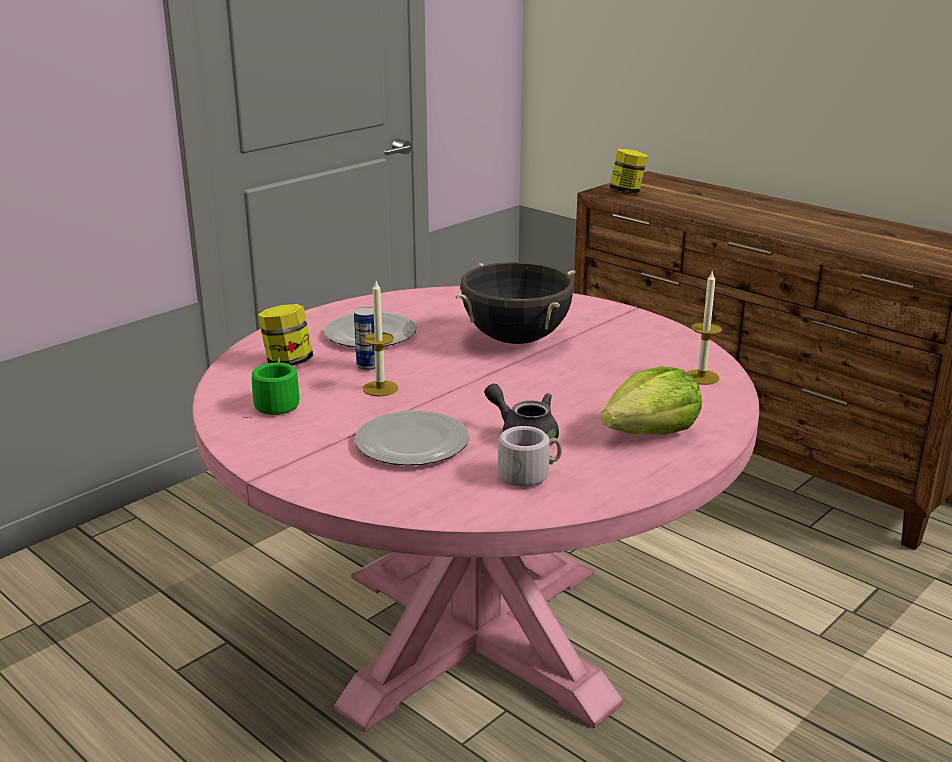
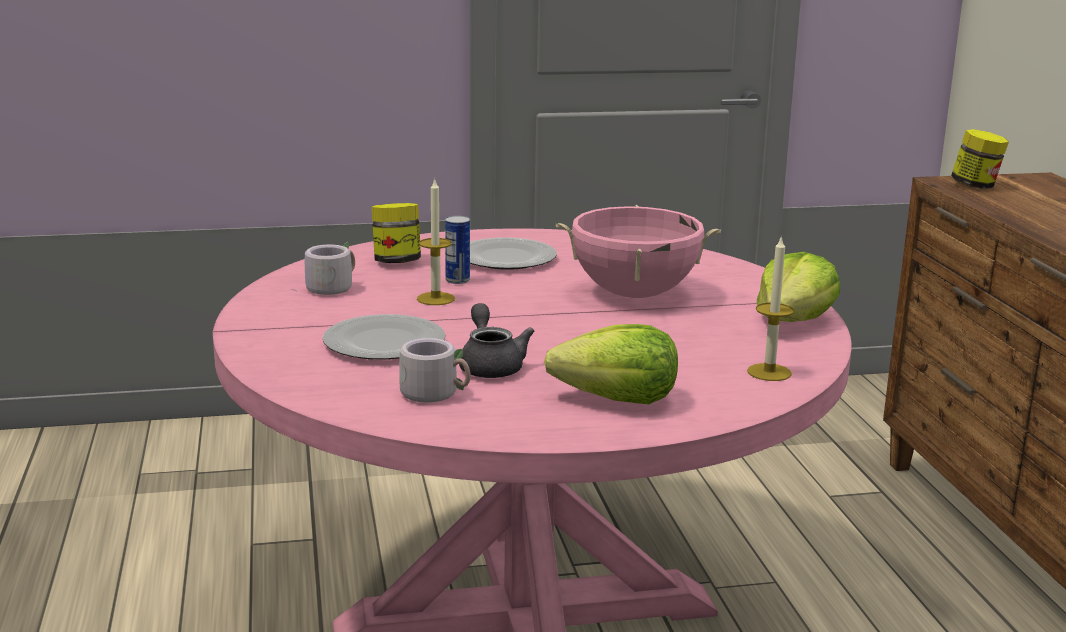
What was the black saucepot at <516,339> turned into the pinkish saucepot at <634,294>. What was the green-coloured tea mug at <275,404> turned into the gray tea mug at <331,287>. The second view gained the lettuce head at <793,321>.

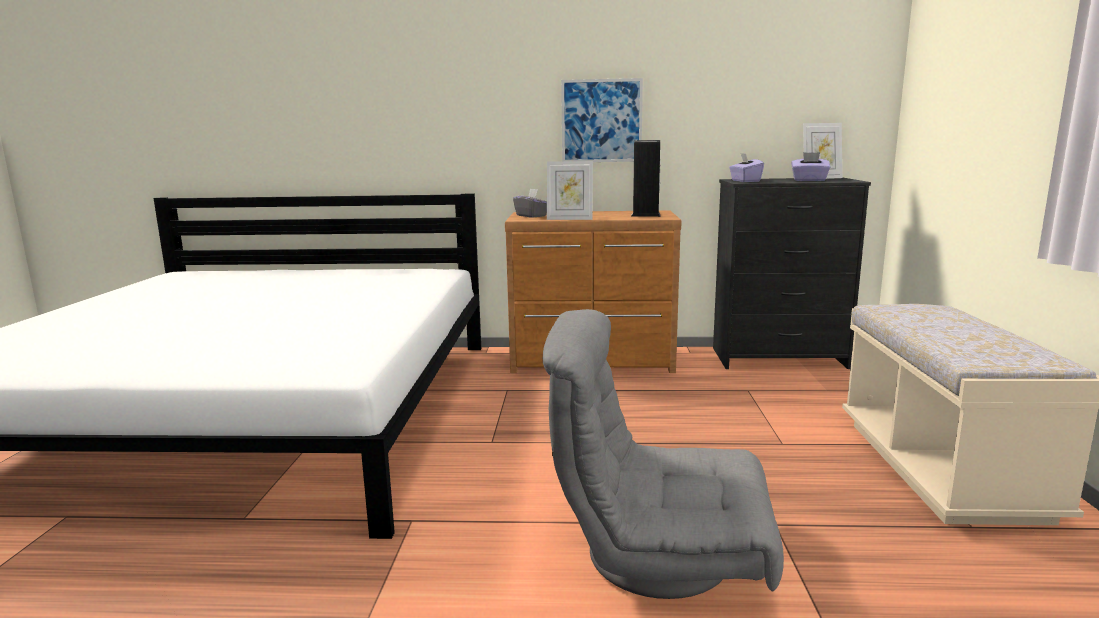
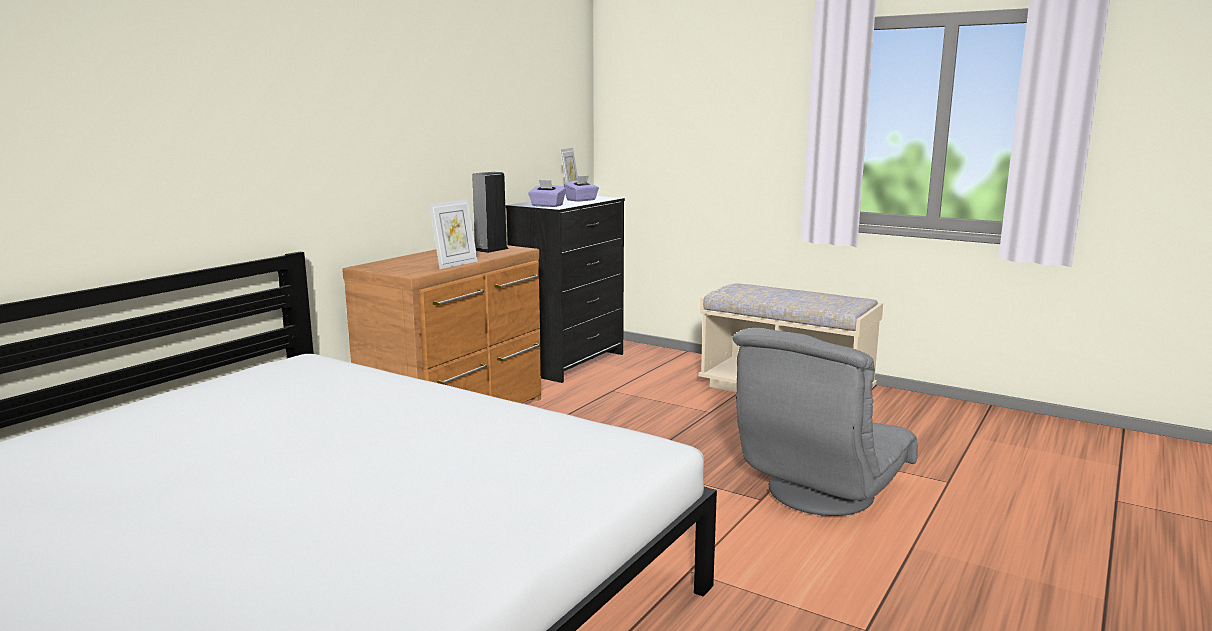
The second view lost the wall picture at <601,121>. The second view lost the gray box of tissues at <531,216>.

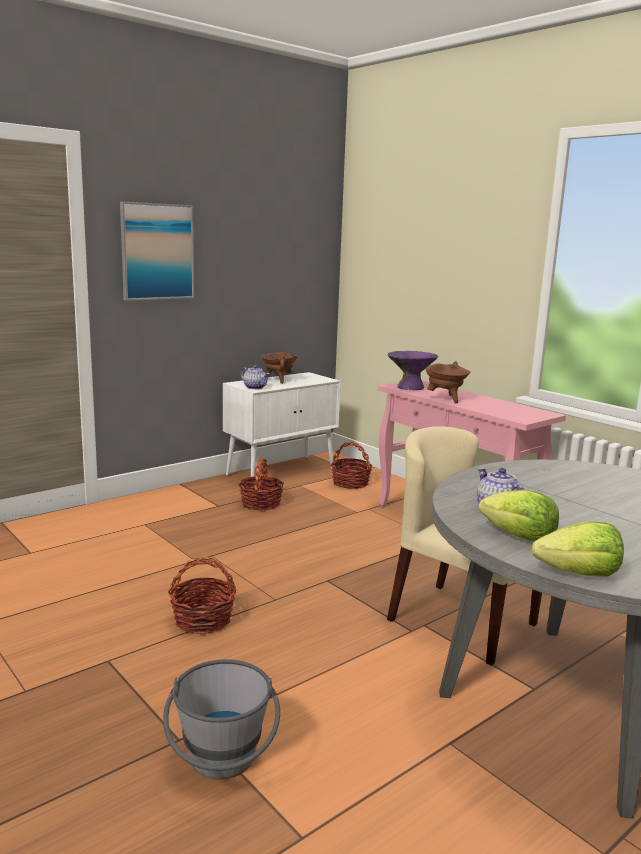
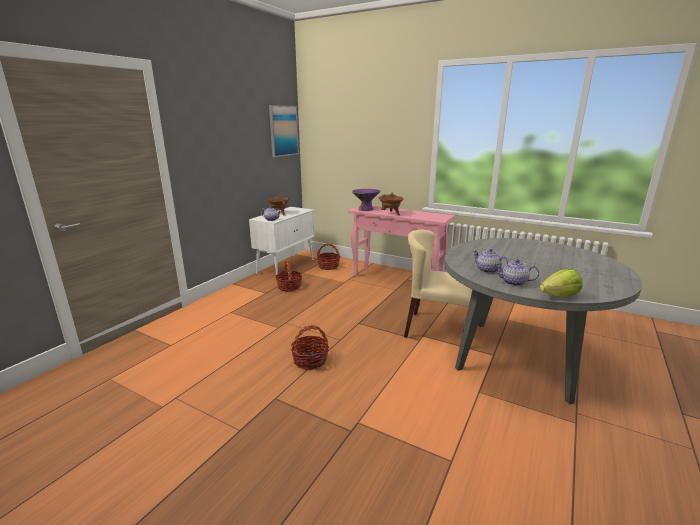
The wall picture ended up elsewhere, having gone from <157,251> to <283,130>. Where the lettuce head stood at <519,536>, the pot for tea came to stand at <513,282>. The second view lost the gray water bucket at <222,767>.

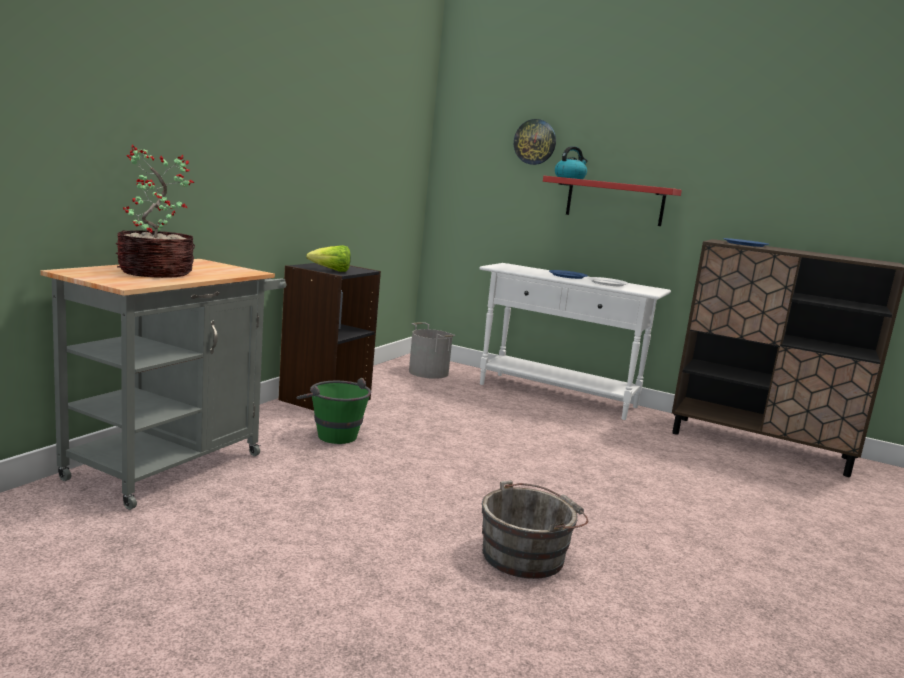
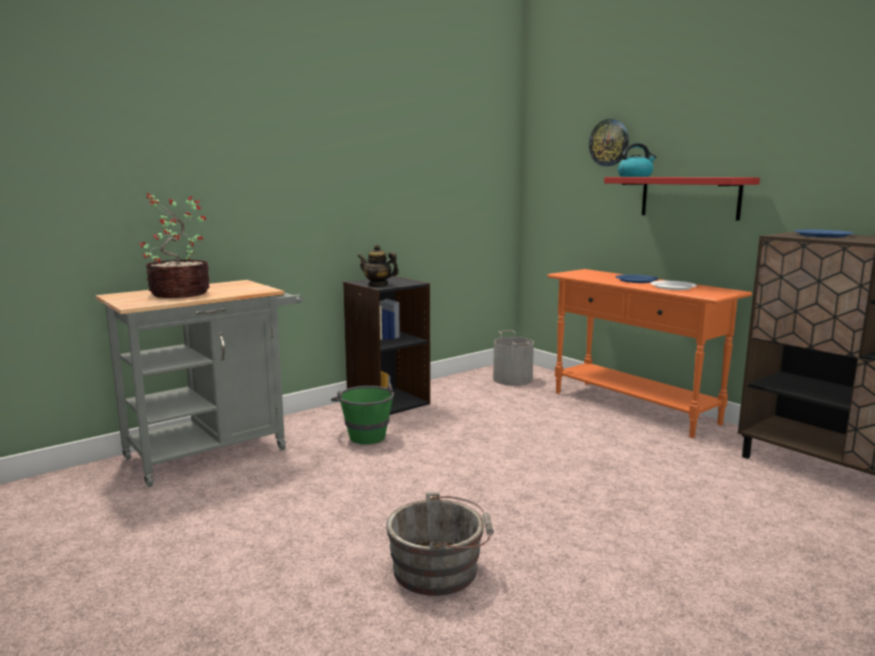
Where the lettuce head stood at <331,271>, the pot for tea came to stand at <378,285>. What was the white narrow table at <557,396> turned into the orange narrow table at <633,408>.

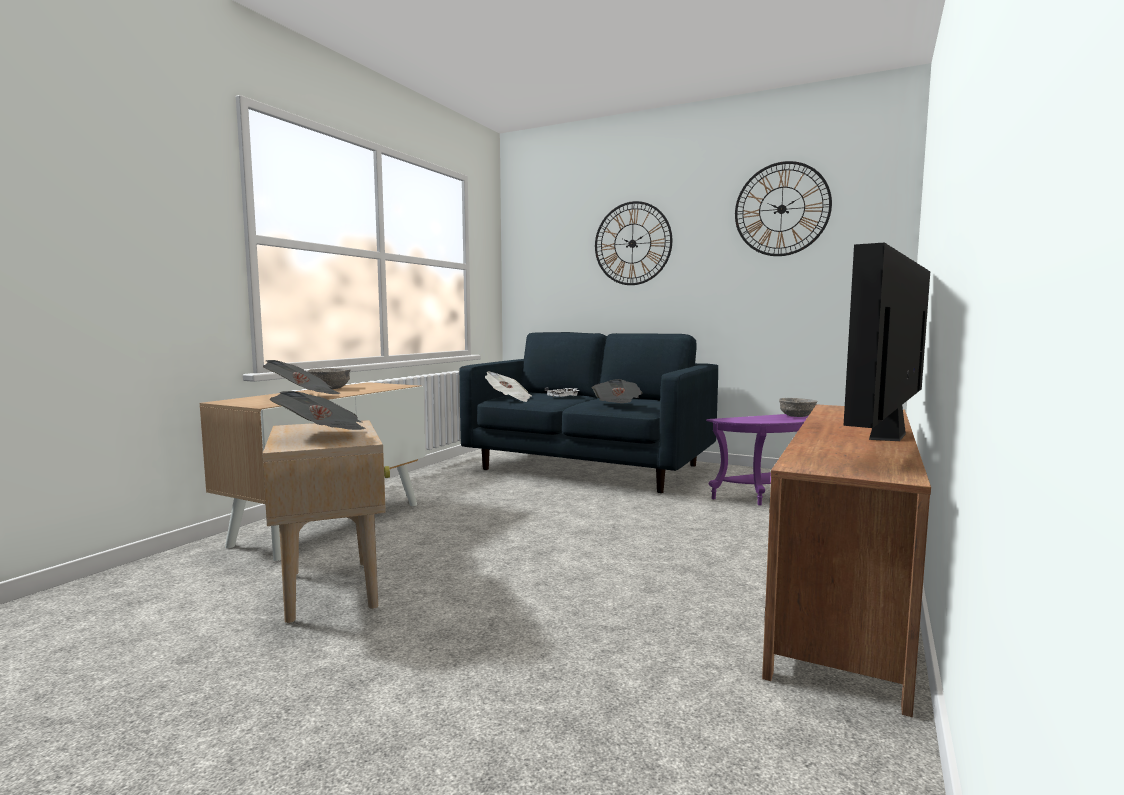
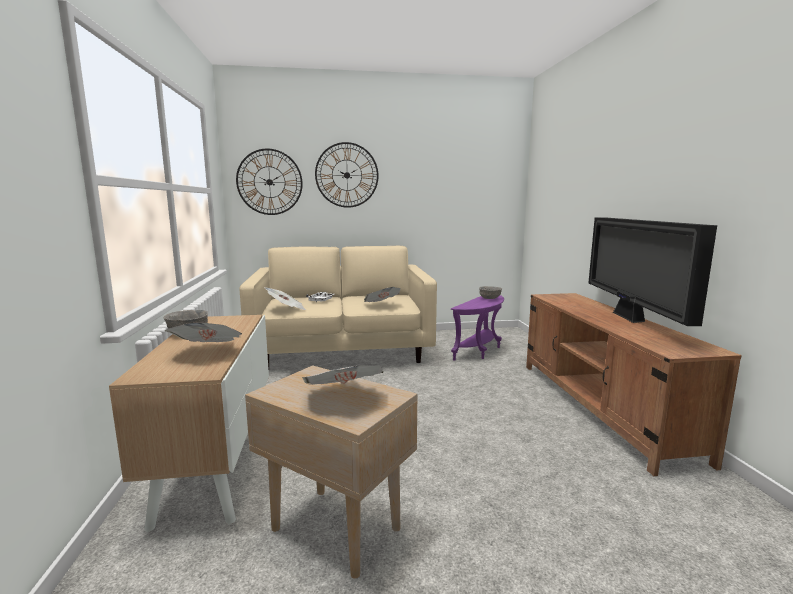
The clock on the wall ended up elsewhere, having gone from <781,209> to <269,182>. What was the blue-coloured couch at <589,467> turned into the beige couch at <342,351>.

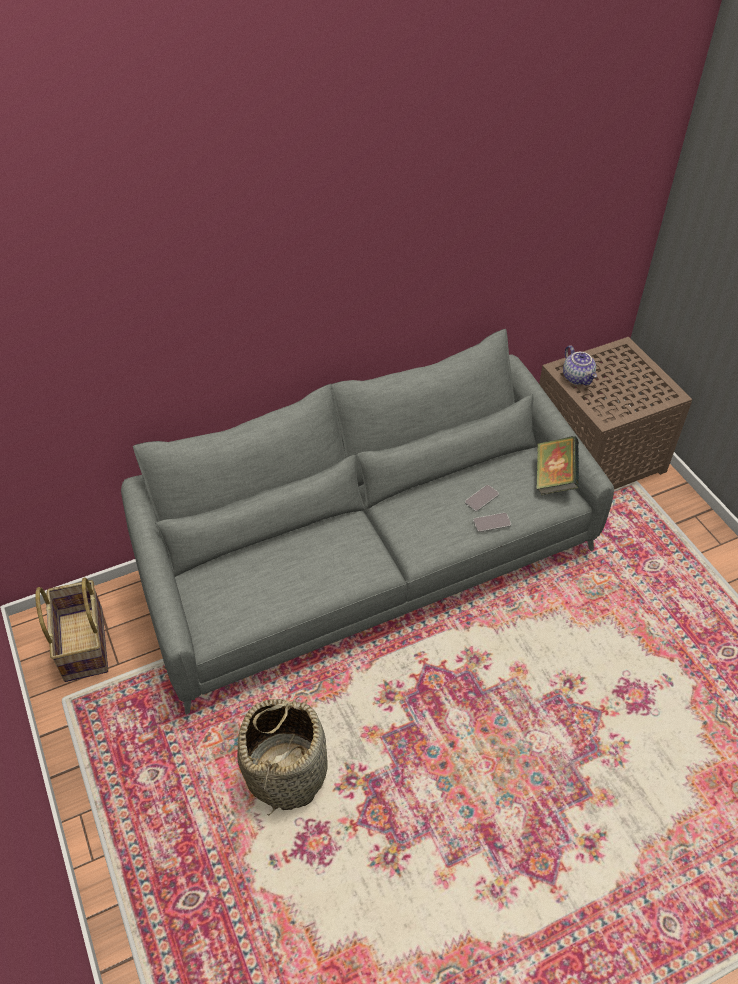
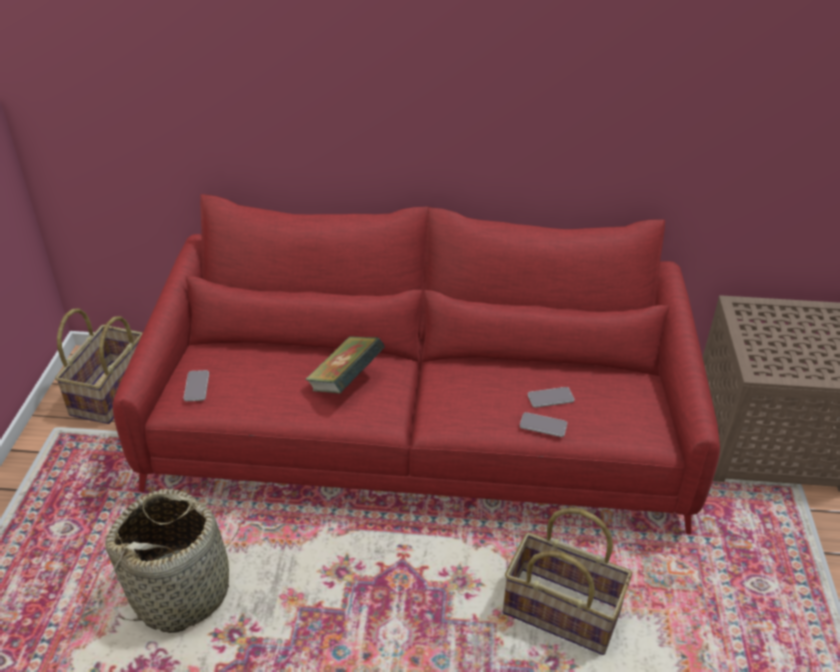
What was the gray couch at <368,566> turned into the red couch at <419,440>. The second view lost the pot for tea at <578,378>. The book ended up elsewhere, having gone from <554,478> to <346,381>. The second view gained the handset at <196,386>. The second view gained the storage basket at <562,611>.

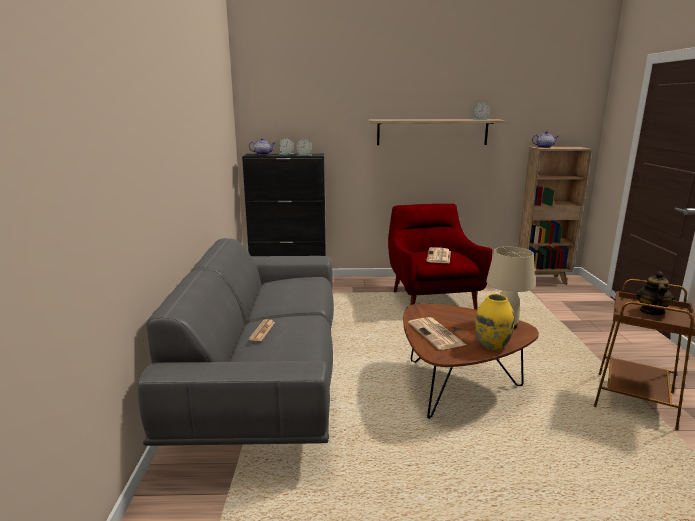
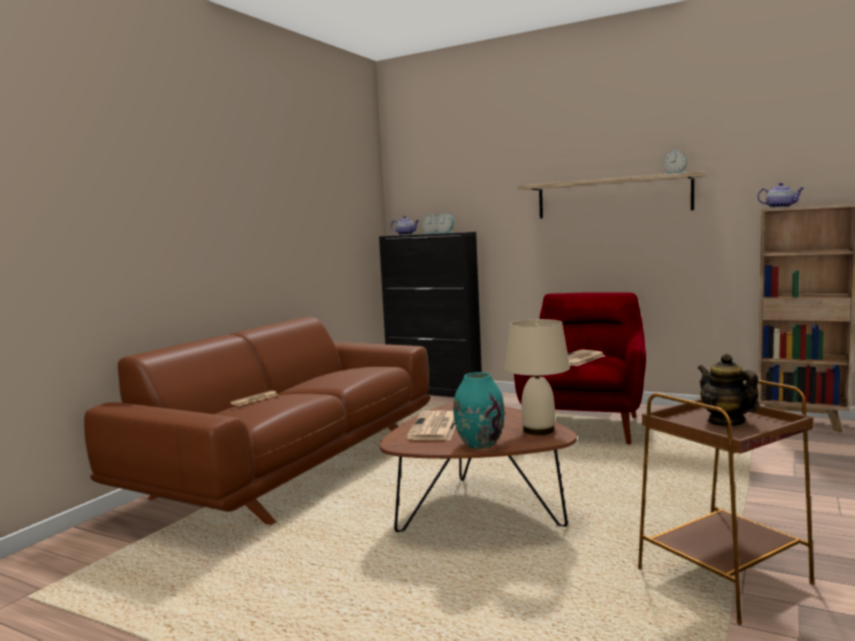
What was the gray couch at <265,376> turned into the brown-coloured couch at <291,466>. The pot for tea at <651,311> ended up facing another way, 75 degrees counterclockwise from before. What was the yellow-coloured vase at <491,345> turned into the turquoise-coloured vase at <480,444>.

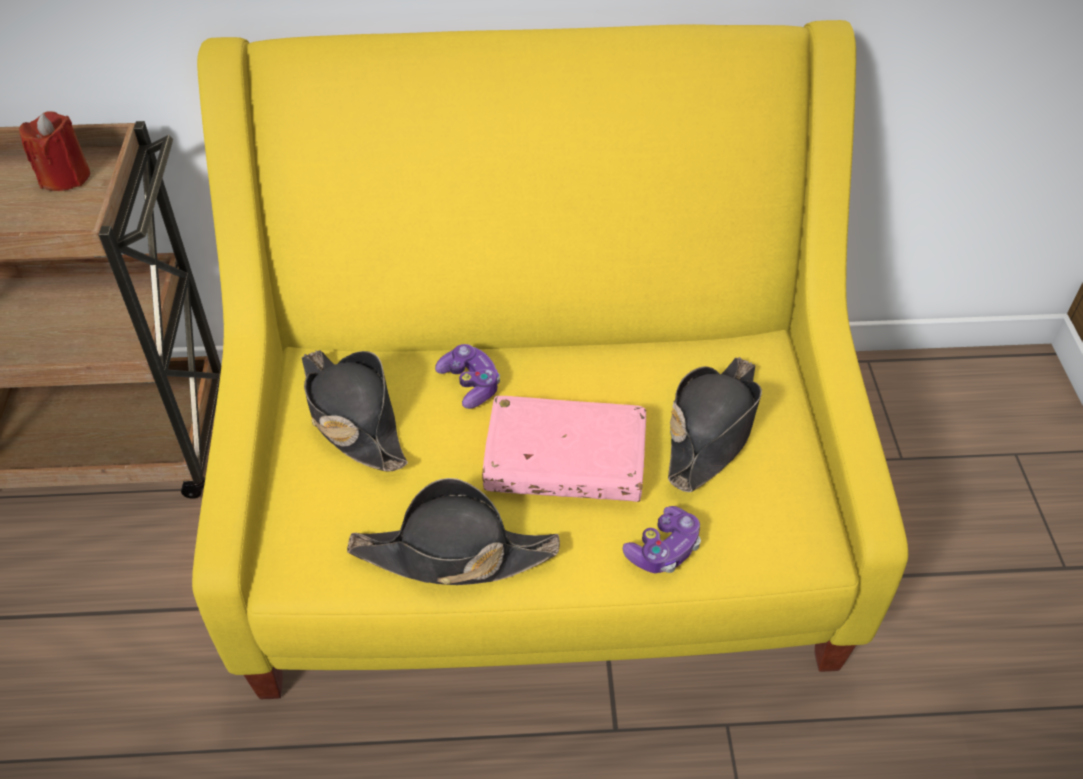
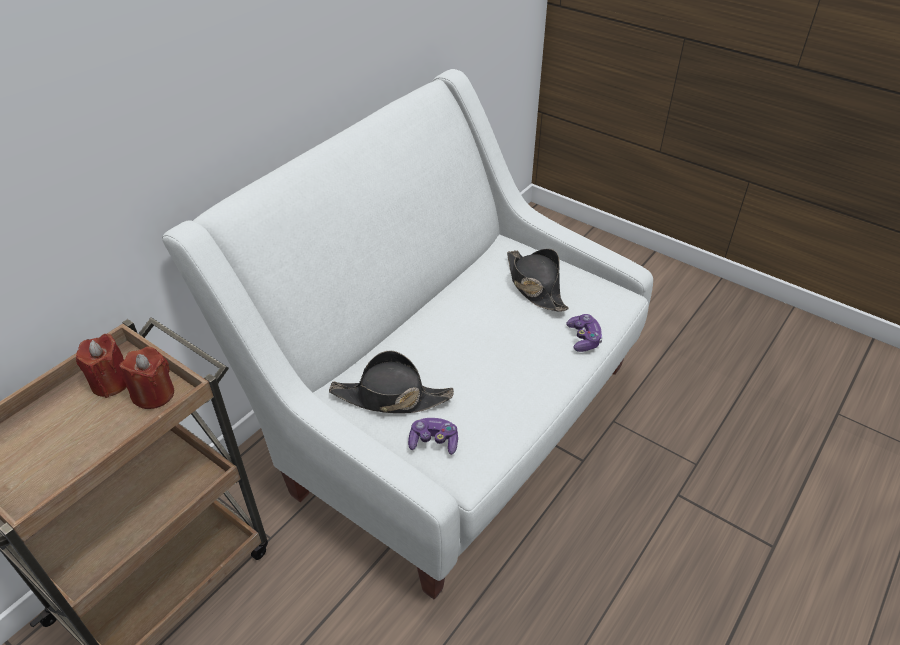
What was the yellow-coloured couch at <541,527> turned into the white couch at <448,416>. The gamepad ended up elsewhere, having gone from <470,384> to <434,442>. The second view lost the pinkish book at <565,461>. The second view lost the black hat at <453,554>. The second view gained the red wax light at <154,394>.

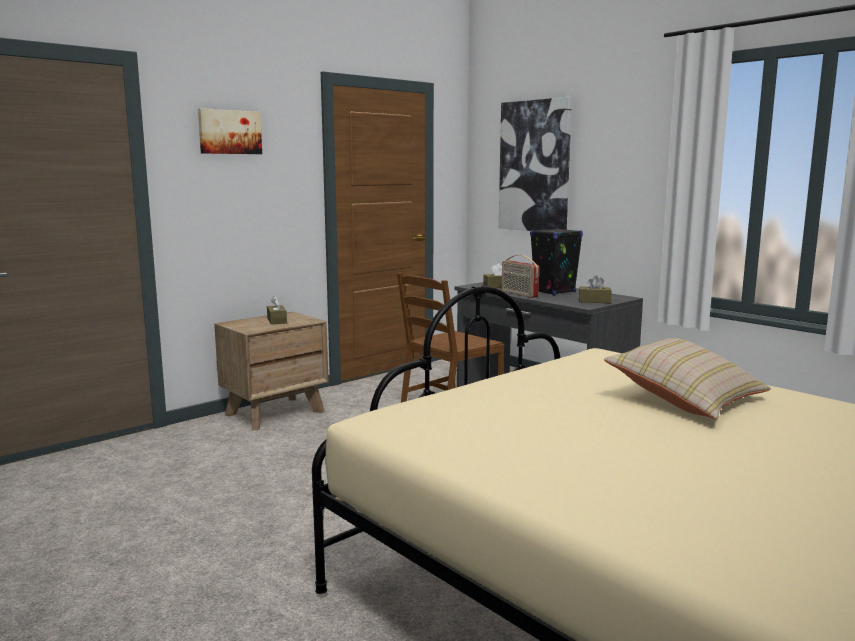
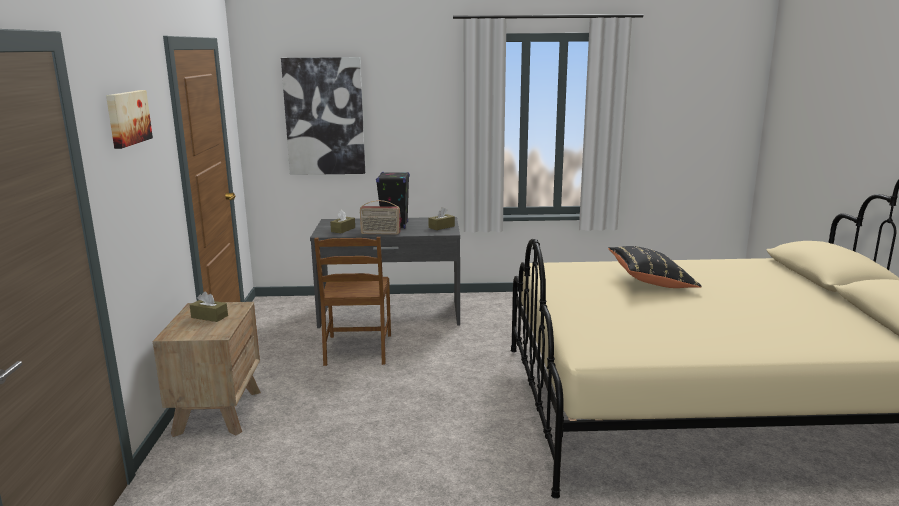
What was the beige throw pillow at <685,400> turned into the black throw pillow at <650,281>.

